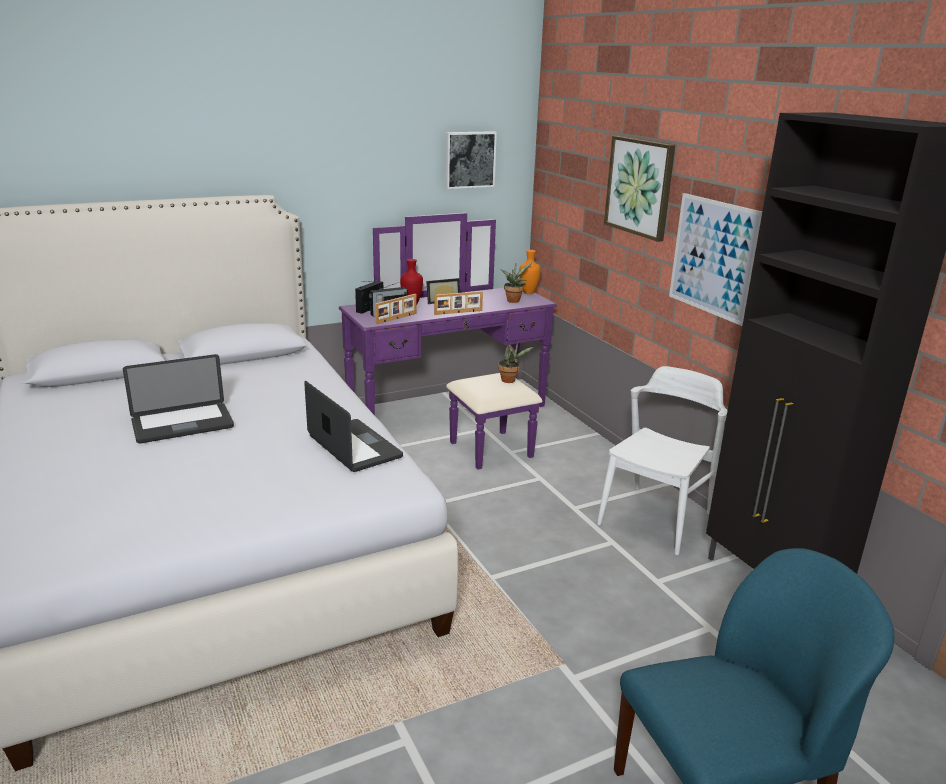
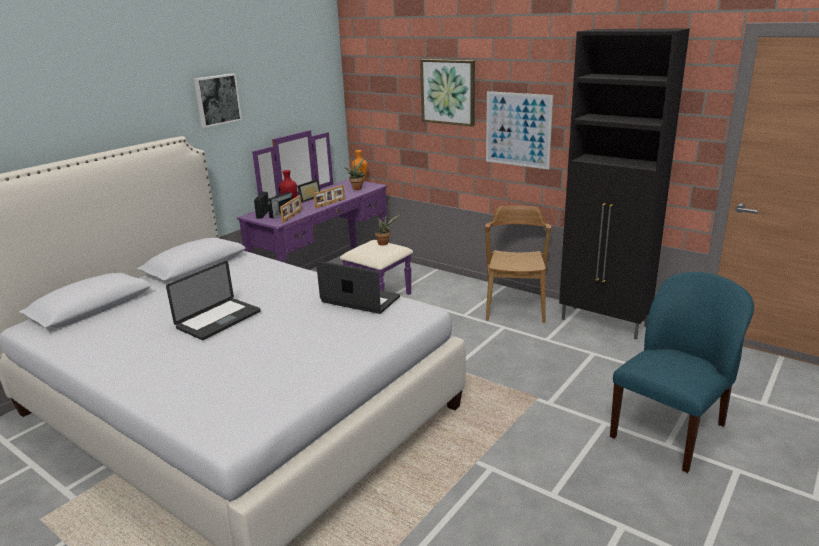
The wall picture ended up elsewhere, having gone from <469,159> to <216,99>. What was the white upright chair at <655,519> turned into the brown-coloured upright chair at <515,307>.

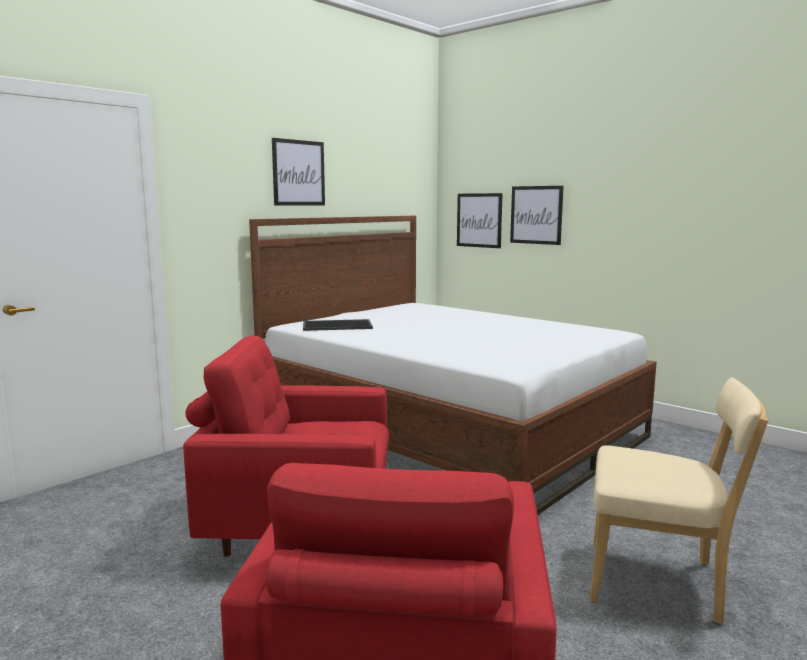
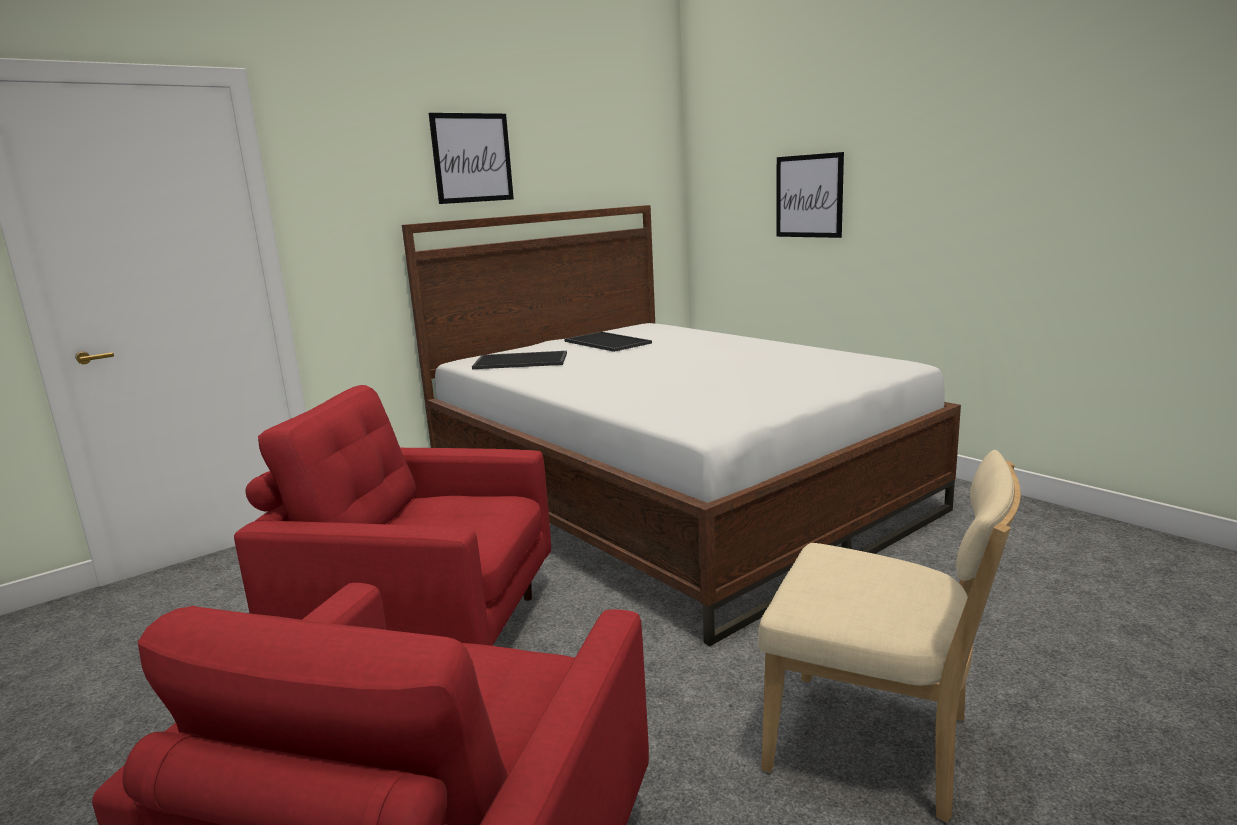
The second view lost the wall picture at <479,220>. The second view gained the tray at <605,342>.

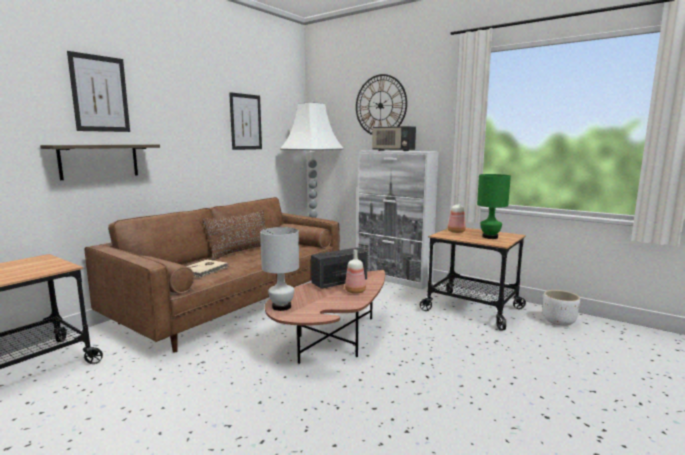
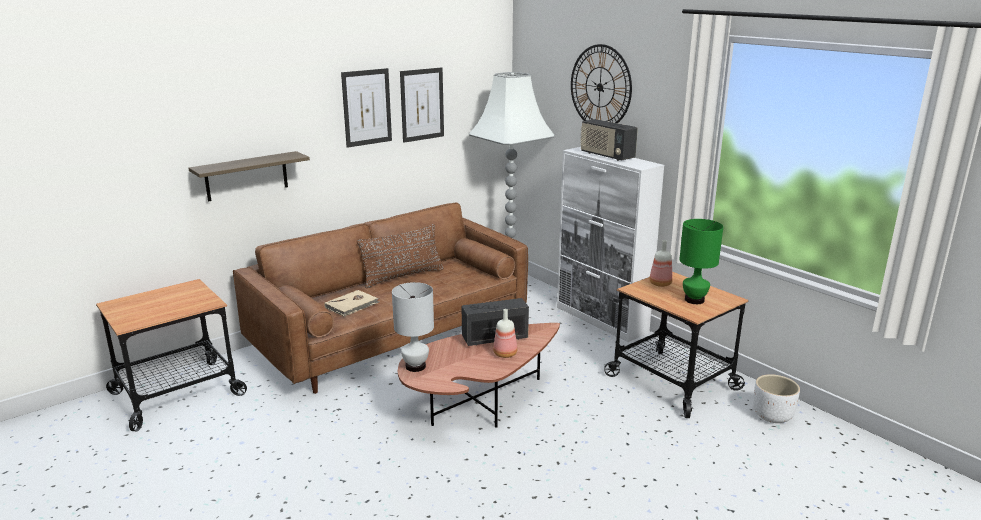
The wall picture ended up elsewhere, having gone from <100,94> to <367,107>.

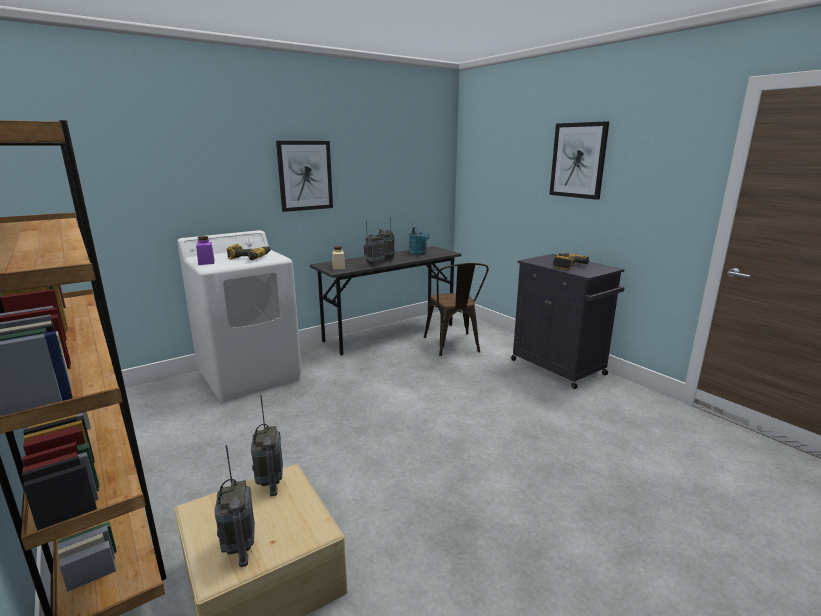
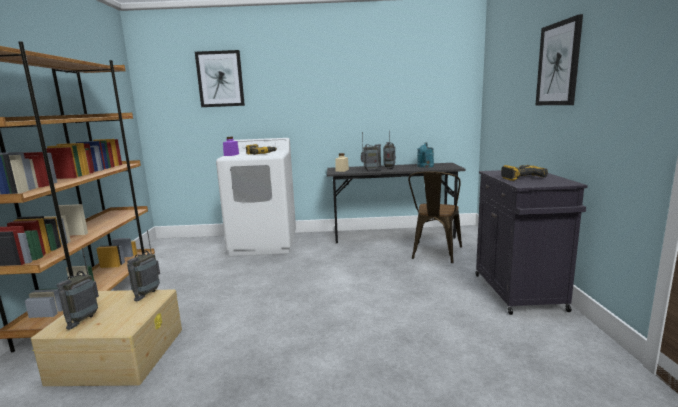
The wall picture ended up elsewhere, having gone from <305,175> to <220,79>.

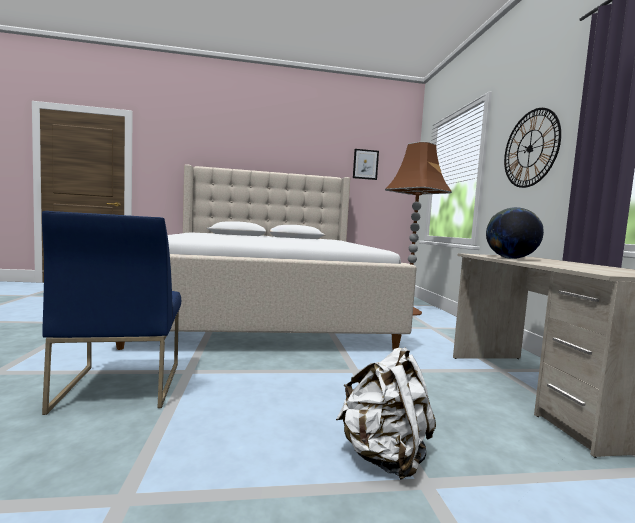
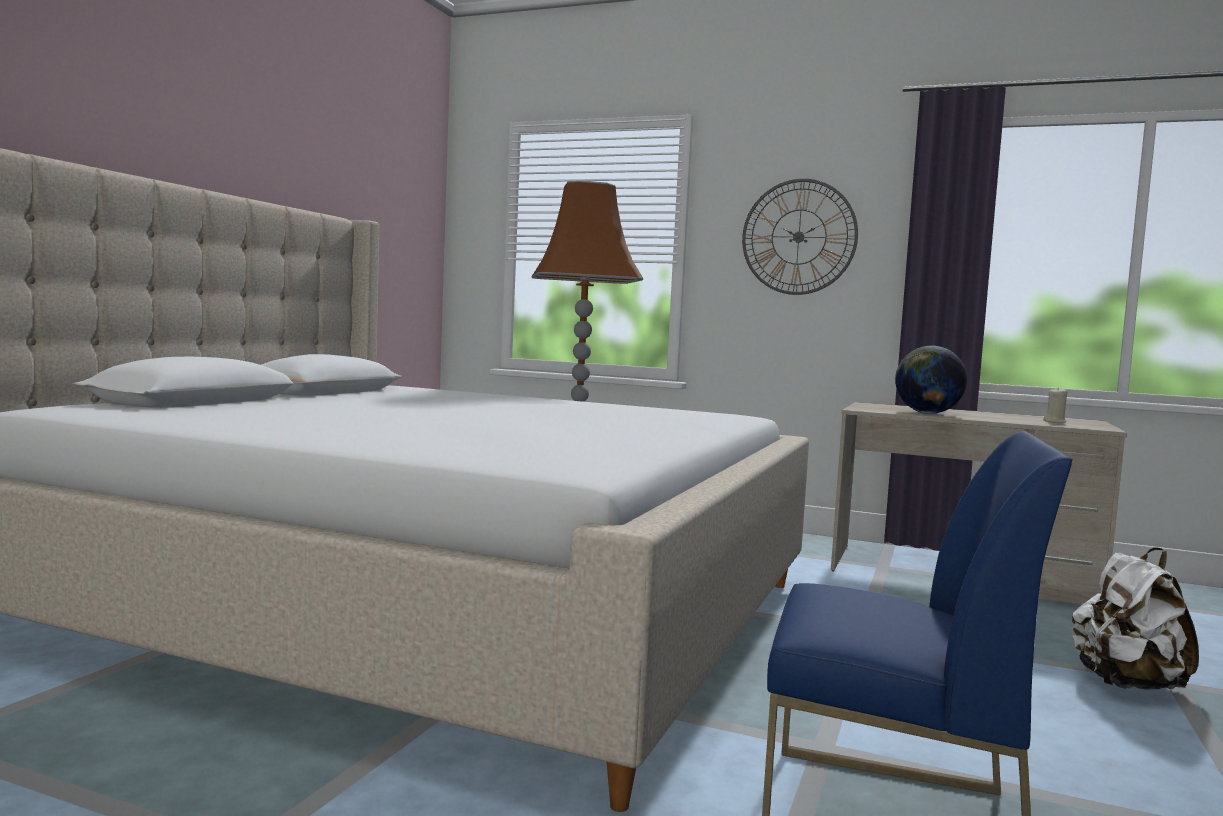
The second view lost the wall picture at <365,164>. The second view gained the beige wax light at <1055,422>.

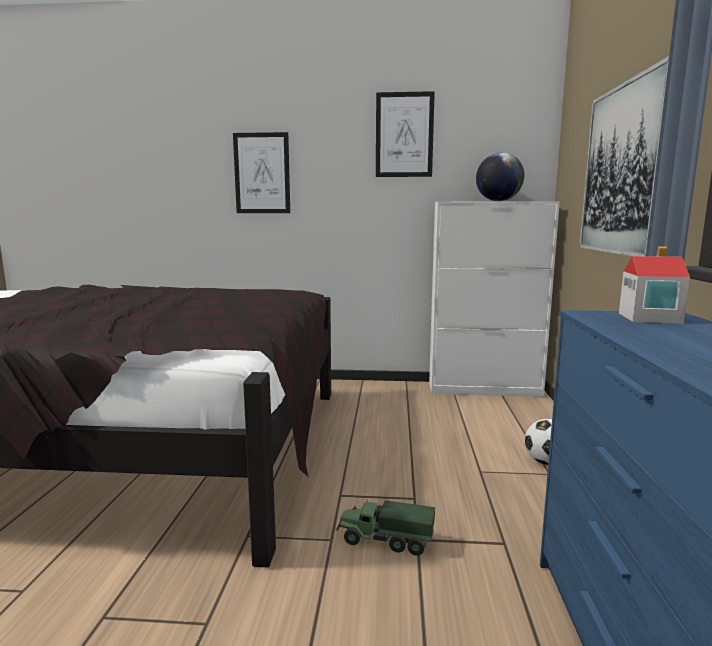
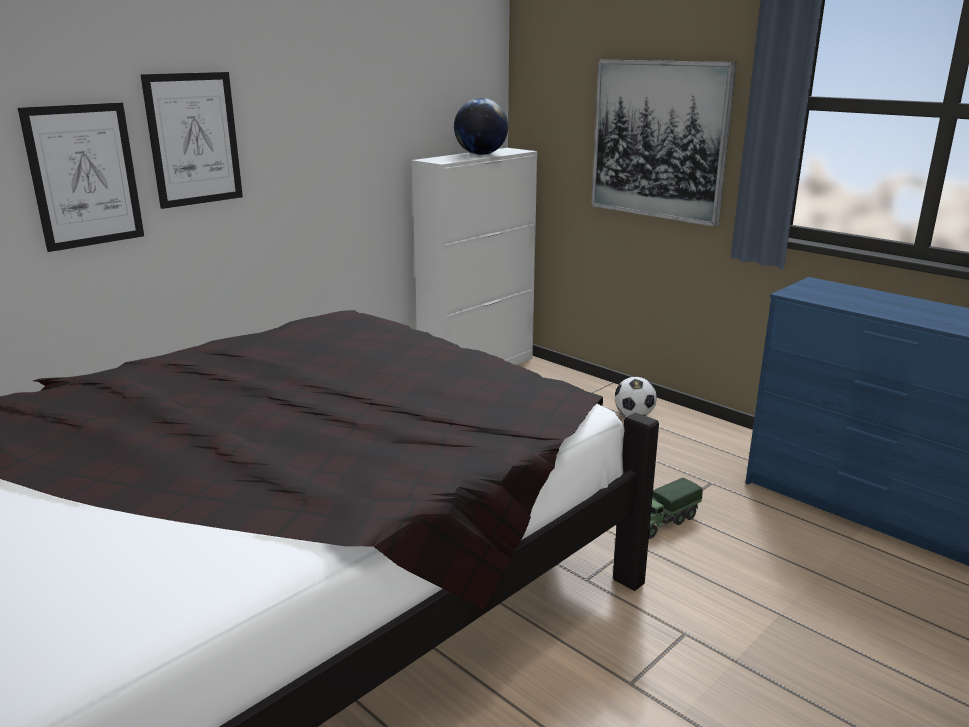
The wall picture ended up elsewhere, having gone from <404,135> to <84,176>. The second view lost the model house at <648,318>.

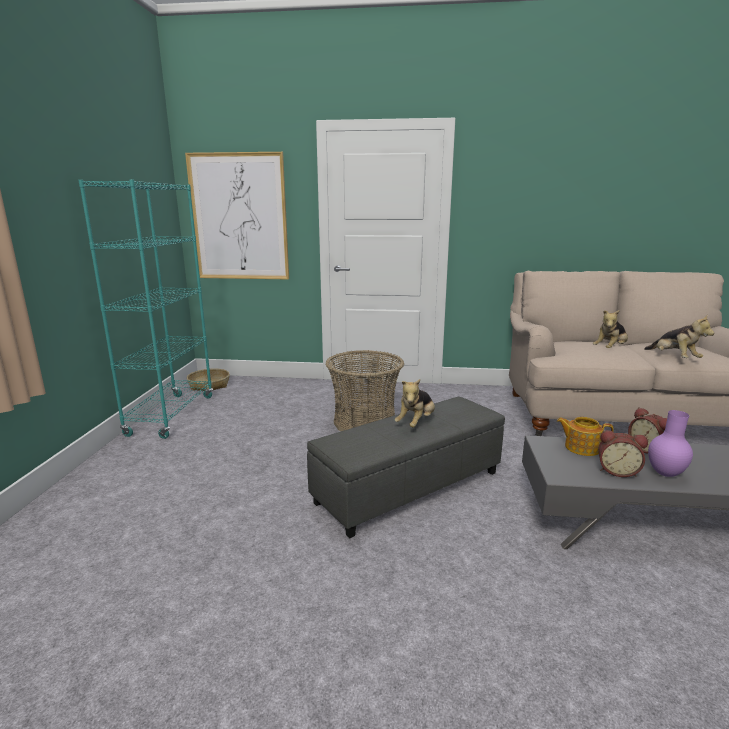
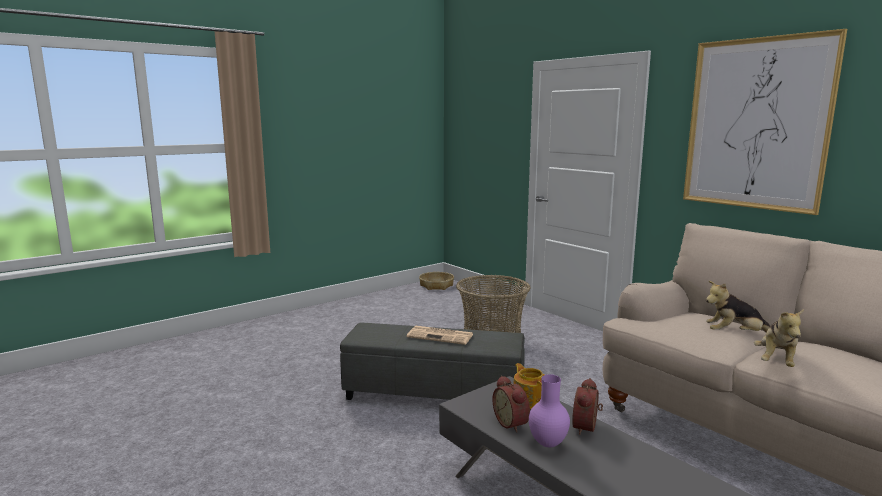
The wall picture ended up elsewhere, having gone from <239,217> to <756,124>. The second view lost the turquoise-coloured bookshelf at <171,415>. Where the cuddly toy stood at <416,423>, the printed paper came to stand at <441,336>.

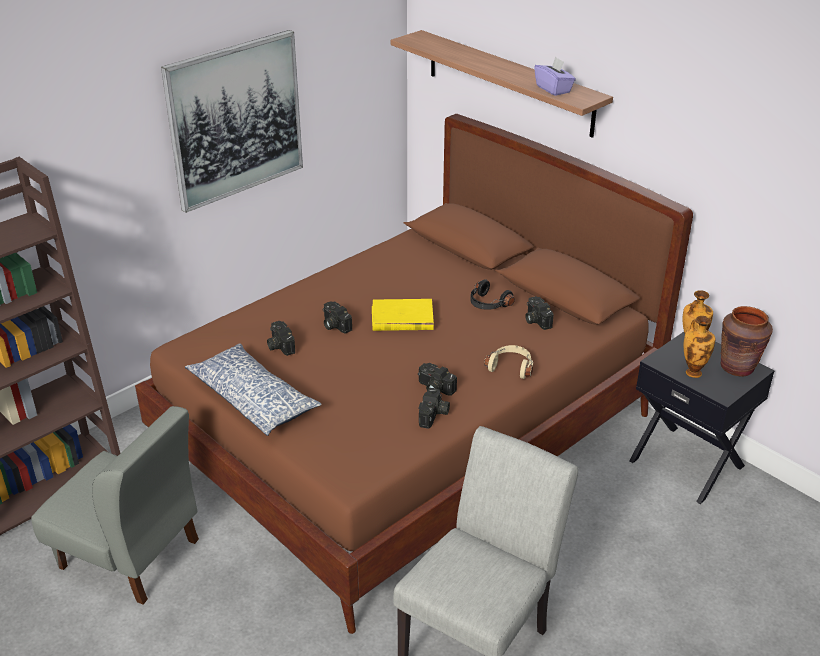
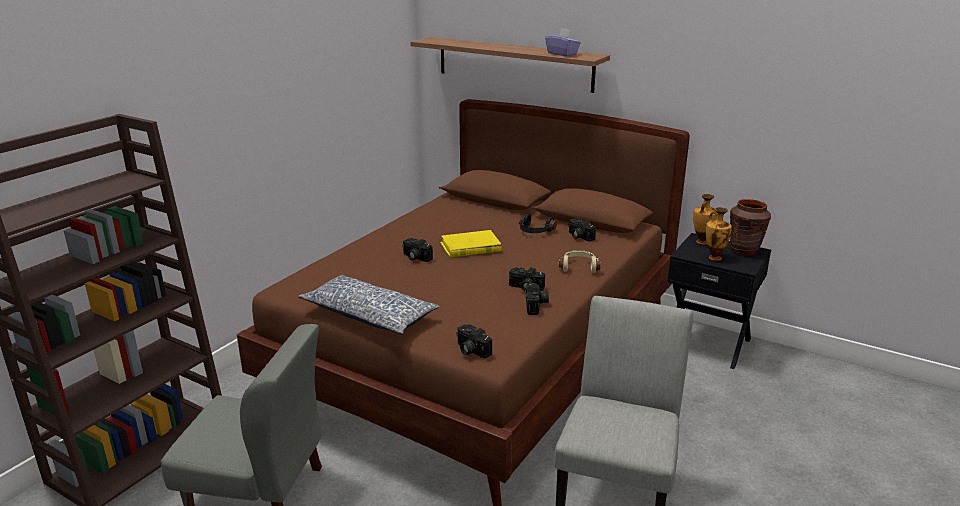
The second view lost the wall picture at <235,120>. The photo camera ended up elsewhere, having gone from <279,345> to <470,350>.

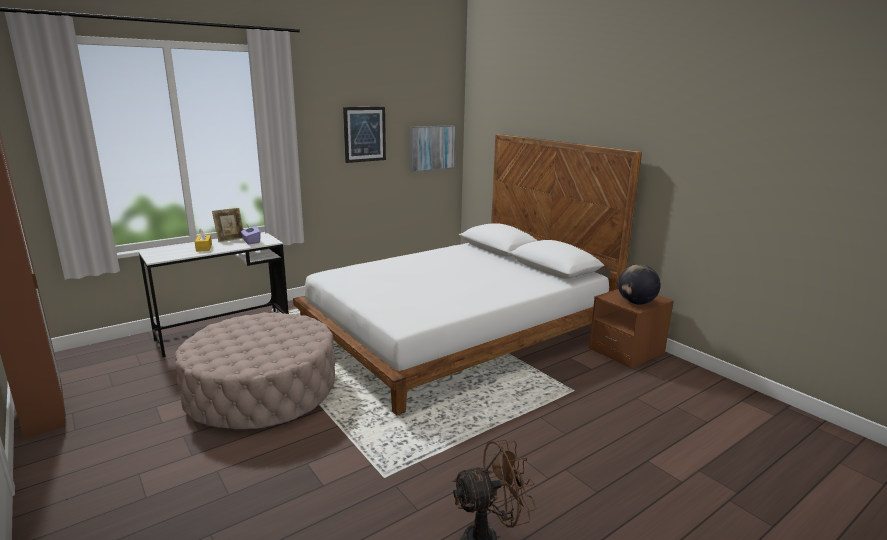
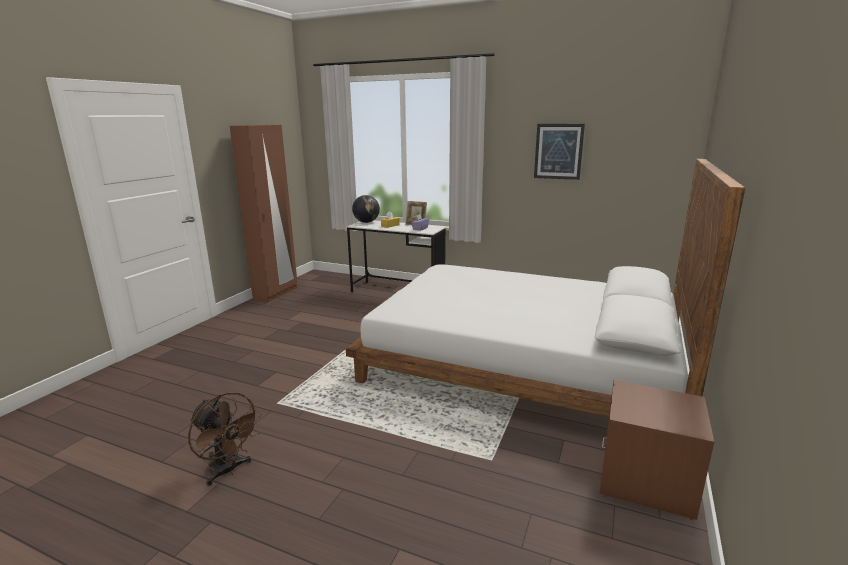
The second view lost the wall picture at <432,148>. The world globe ended up elsewhere, having gone from <636,302> to <366,222>. The second view lost the beige ottoman at <262,391>.

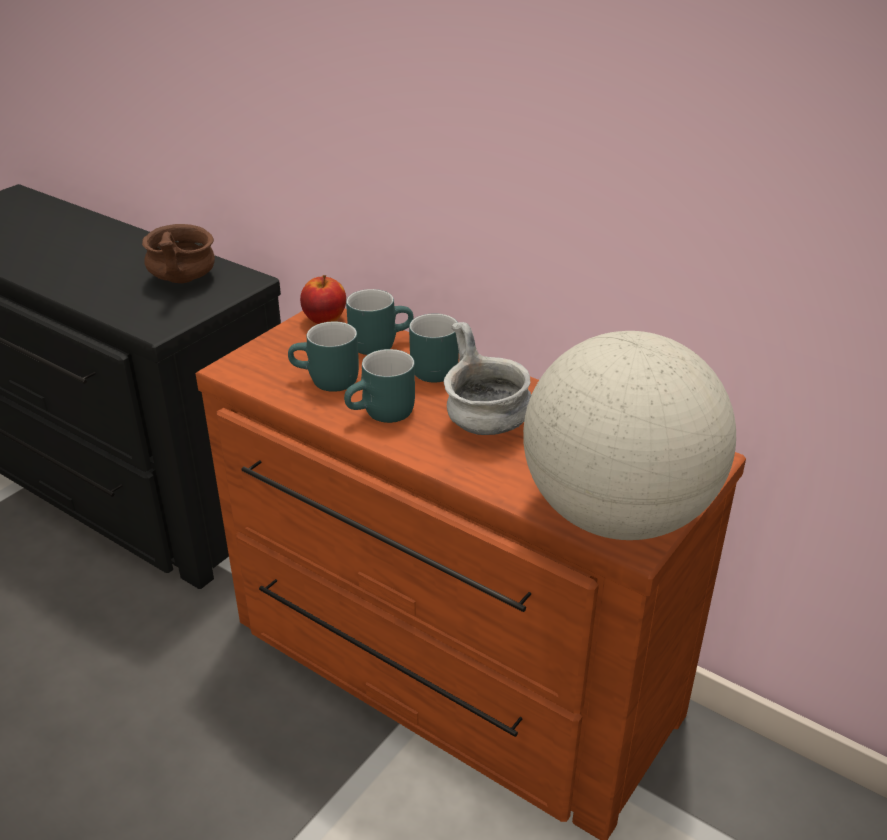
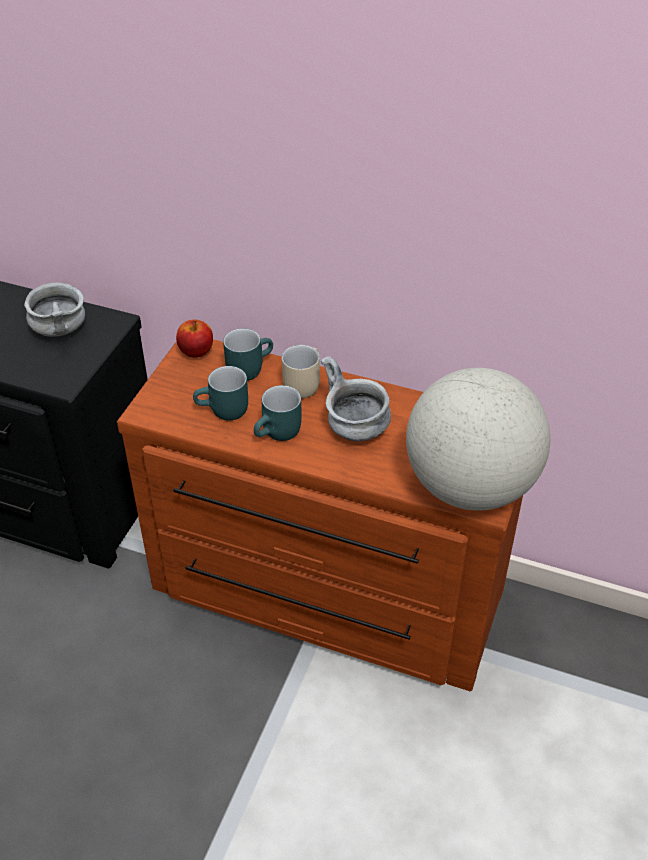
What was the brown-coloured deep dish at <184,279> turned into the gray deep dish at <61,330>. What was the turquoise-coloured tea mug at <437,367> turned into the beige tea mug at <301,383>.

